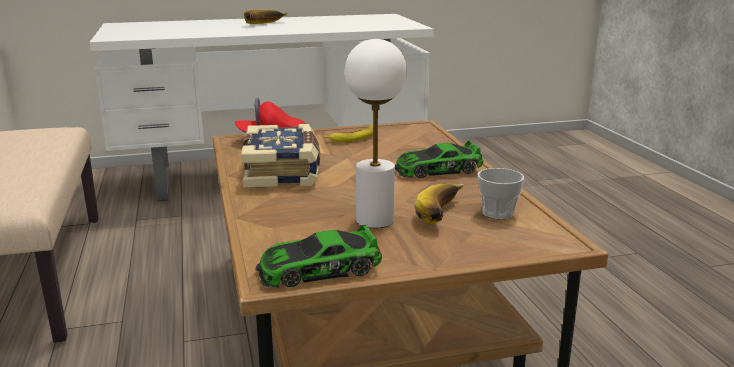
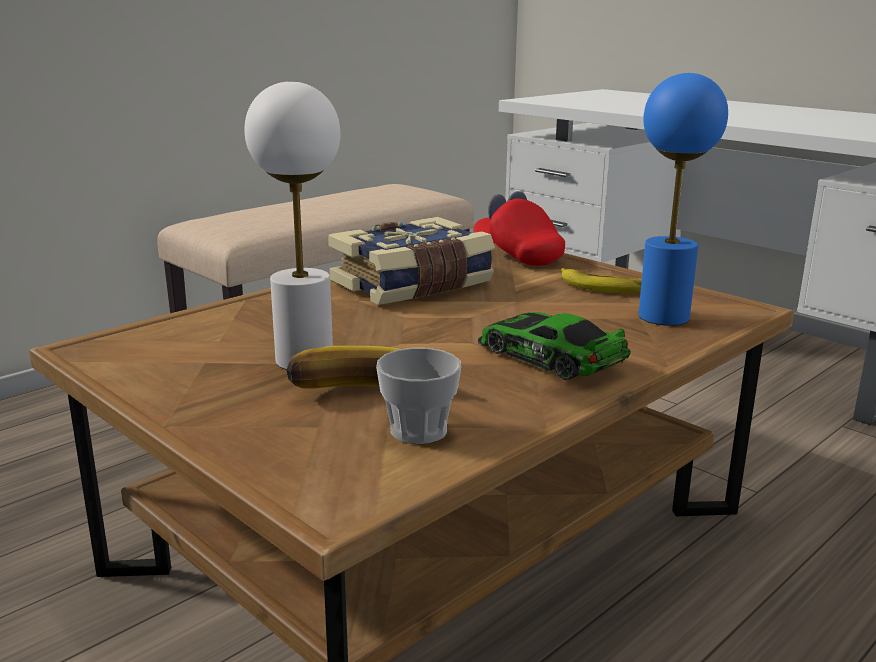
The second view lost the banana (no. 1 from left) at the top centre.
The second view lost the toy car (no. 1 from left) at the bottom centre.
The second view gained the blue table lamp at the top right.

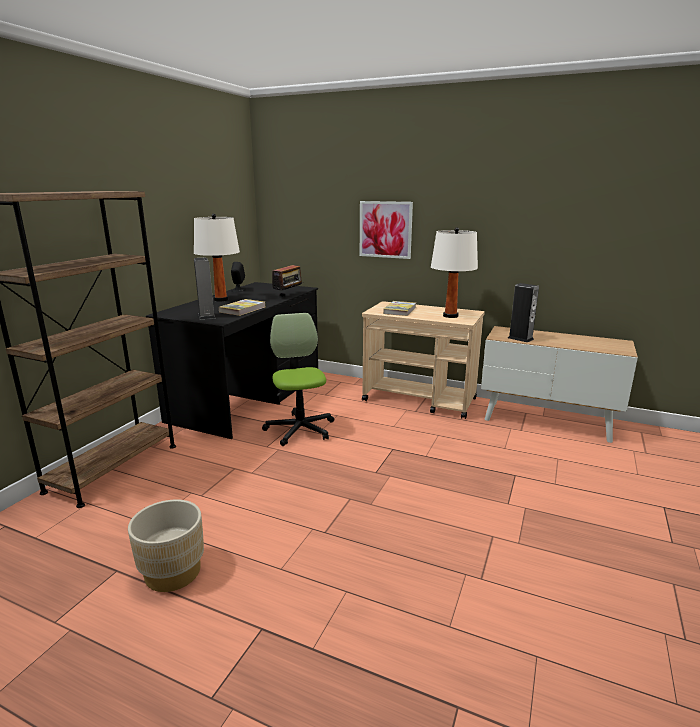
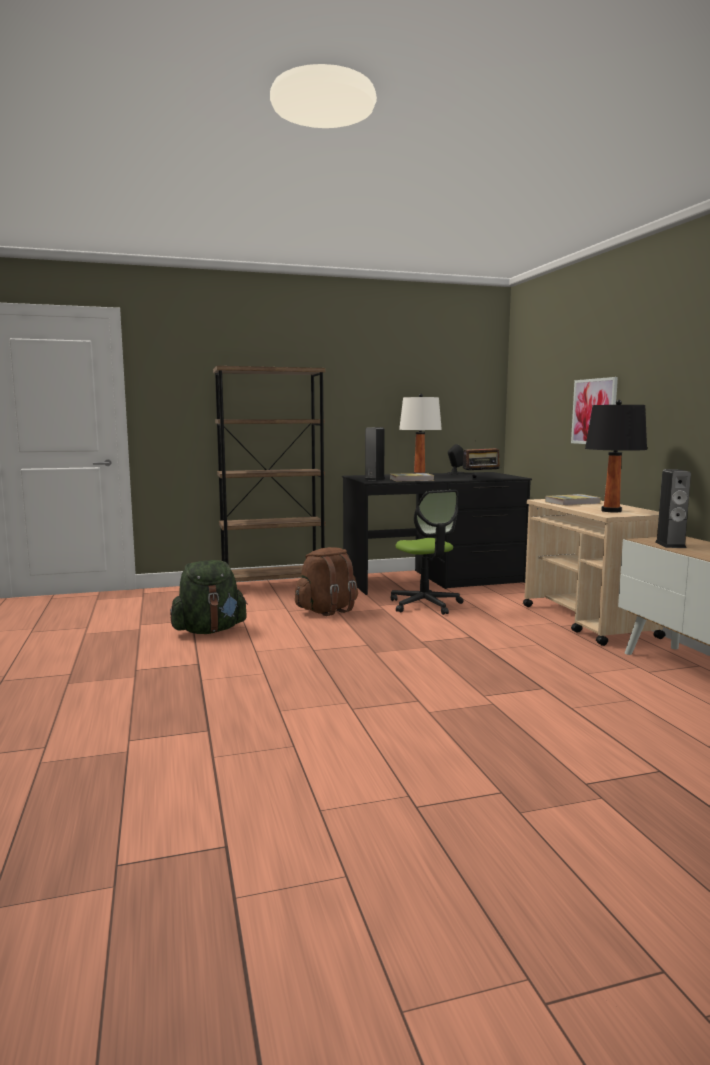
What was the white table lamp (no. 2 from left) at the centre turned into the black table lamp at the middle right.
The office chair at the centre ended up facing another way, 120 degrees clockwise from before.
Where the beige planter stood at the bottom left, the green backpack came to stand at the middle left.
The second view gained the brown backpack at the centre.

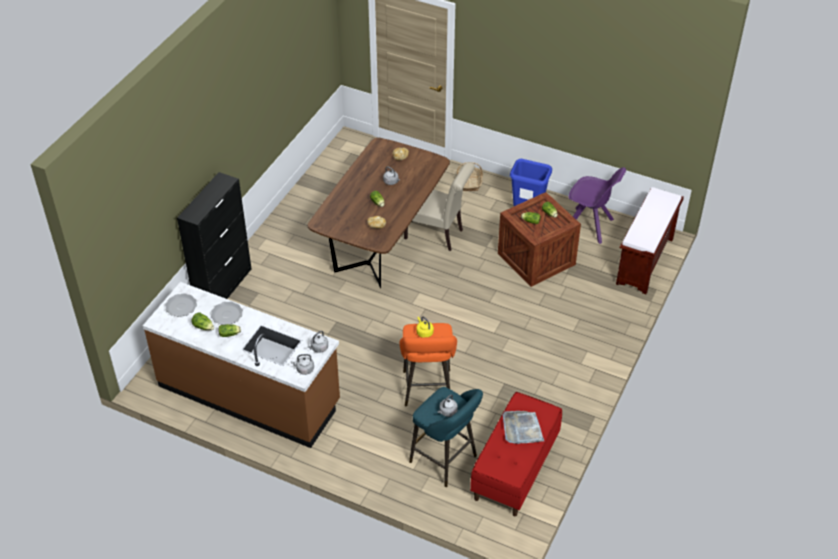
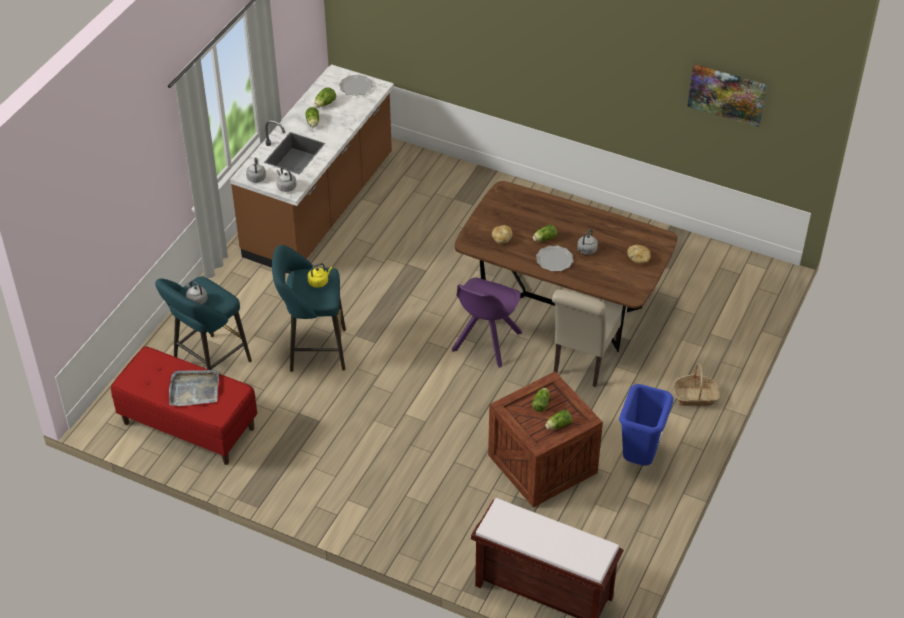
The purple chair ended up elsewhere, having gone from the middle right to the centre.
The second view lost the black cabinet at the middle left.
The plate (no. 2 from left) ended up elsewhere, having gone from the middle left to the centre.
What was the orange stool at the centre turned into the turquoise stool (no. 2 from left) at the centre.
The second view gained the picture at the top right.

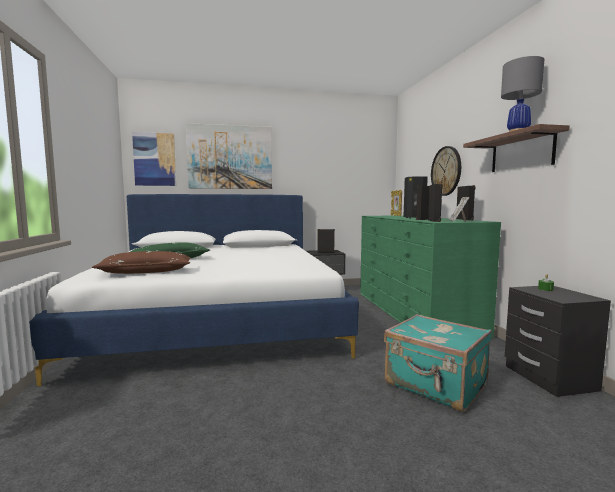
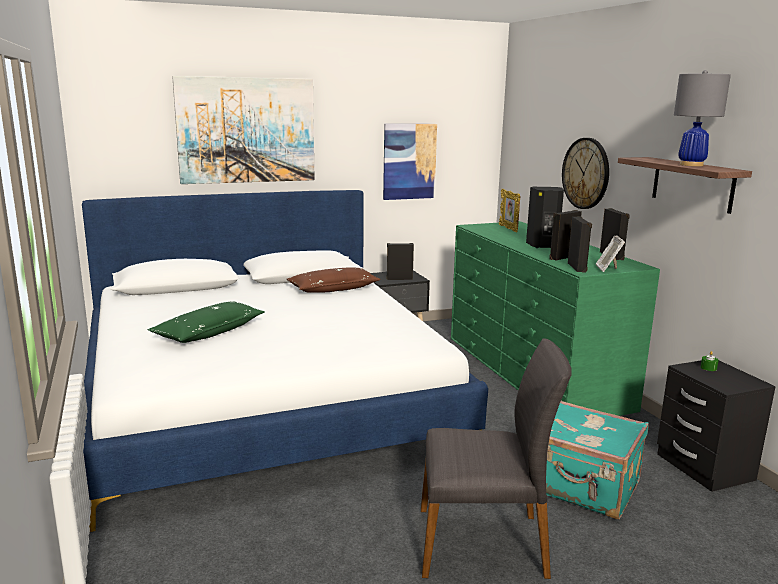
The picture (no. 1 from left in the first image) ended up elsewhere, having gone from the top left to the top centre.
The brown pillow ended up elsewhere, having gone from the middle left to the centre.
The second view gained the grey chair at the bottom centre.

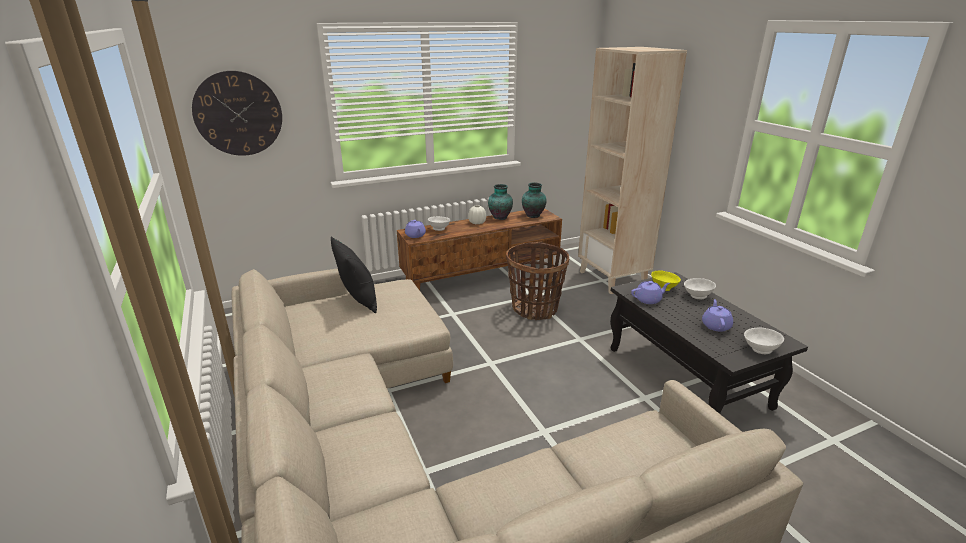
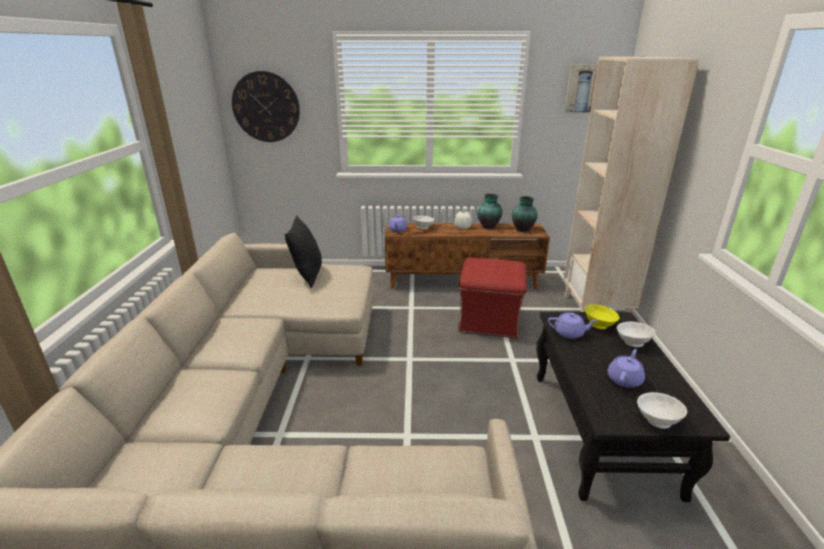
Where the basket stood at the centre, the red ottoman came to stand at the centre.
The second view gained the picture at the top right.

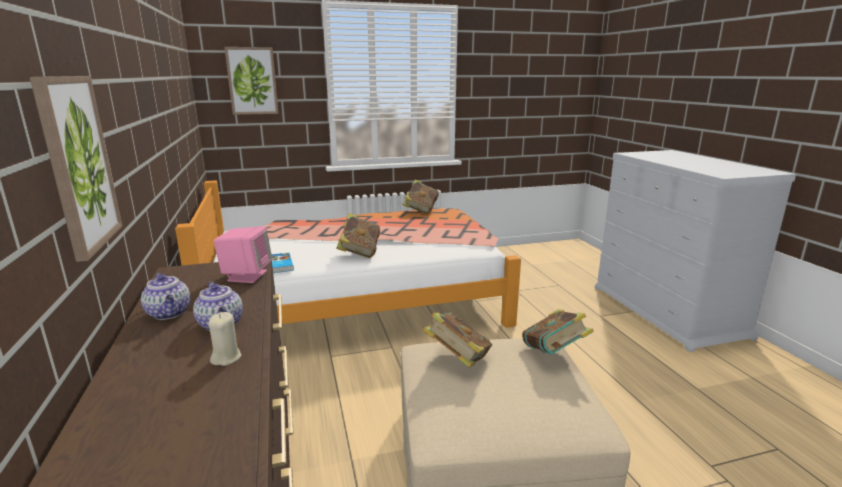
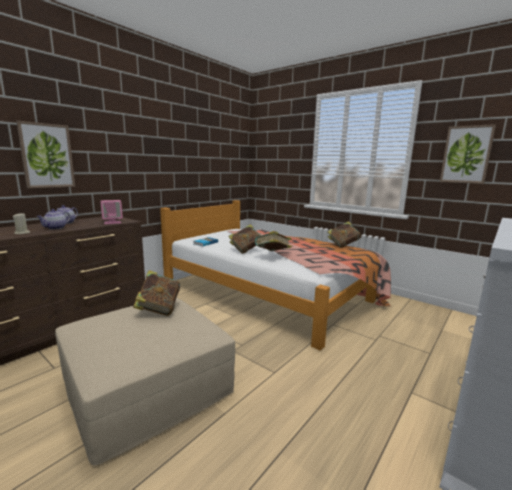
The picture (no. 2 from left) ended up elsewhere, having gone from the top left to the top right.
The book (no. 5 from left in the first image) ended up elsewhere, having gone from the bottom centre to the centre.

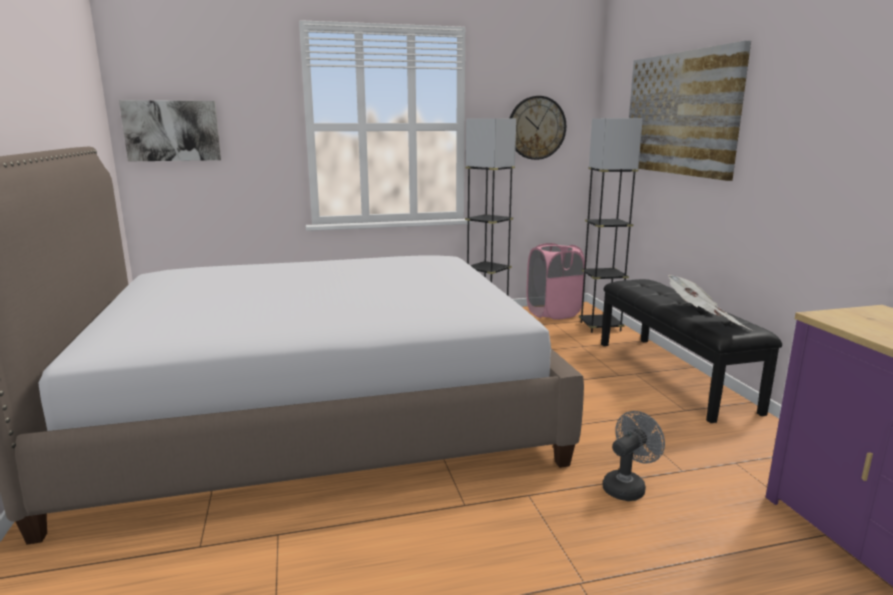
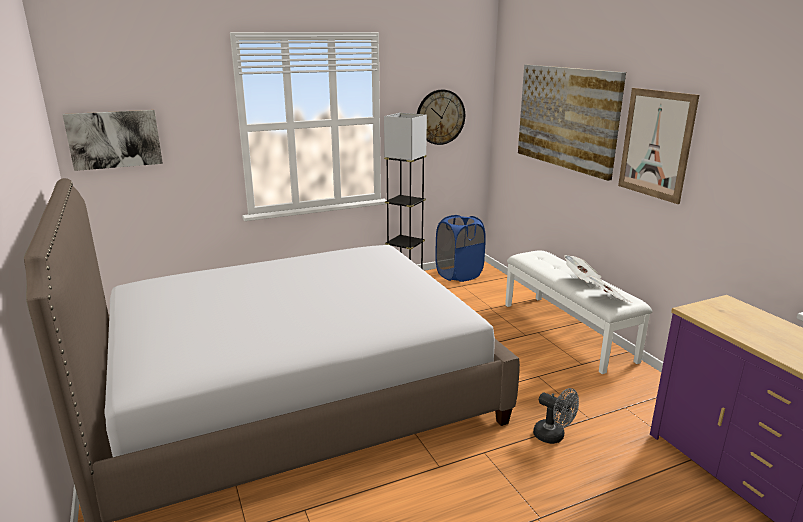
The second view lost the grey floor lamp (no. 2 from left) at the middle right.
What was the pink laundry basket at the centre turned into the blue laundry basket at the centre.
What was the black bench at the middle right turned into the white bench at the middle right.
The grey fan at the bottom right ended up facing another way, 90 degrees clockwise from before.
The second view gained the picture (no. 3 from left) at the top right.

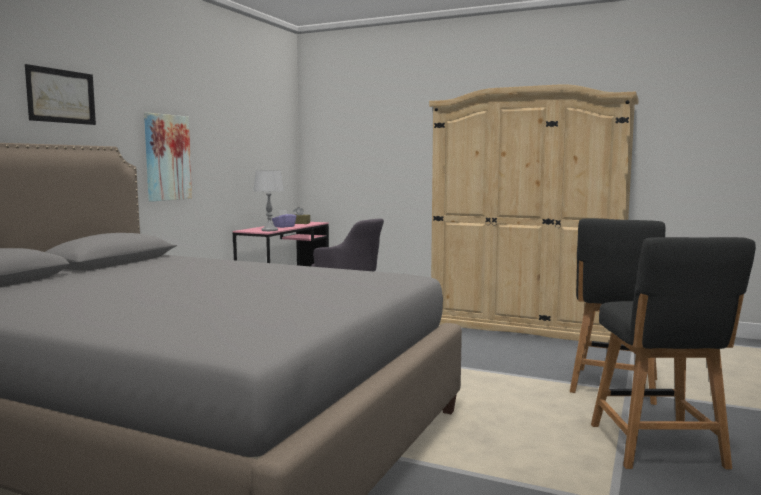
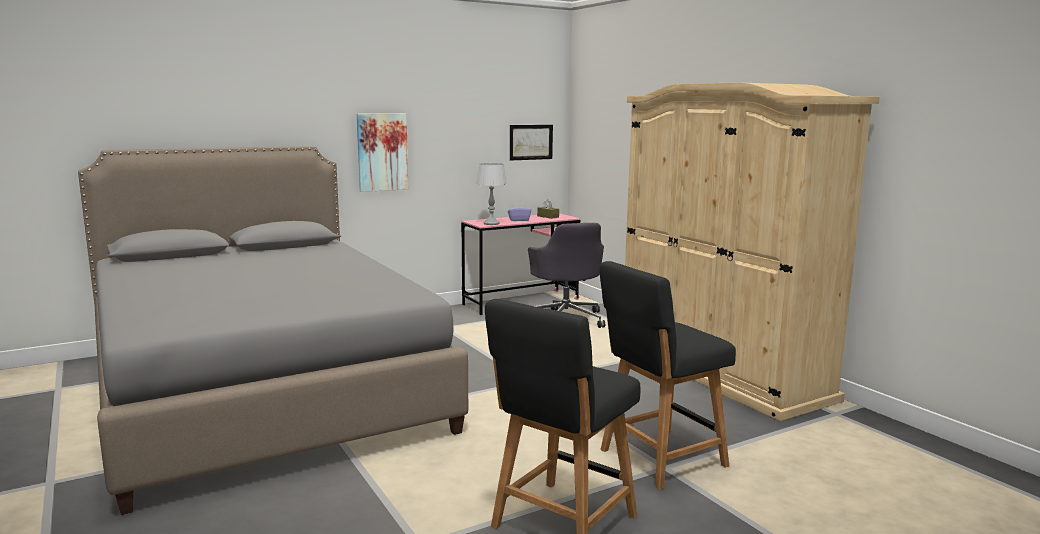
The picture (no. 1 from left in the first image) ended up elsewhere, having gone from the top left to the top centre.

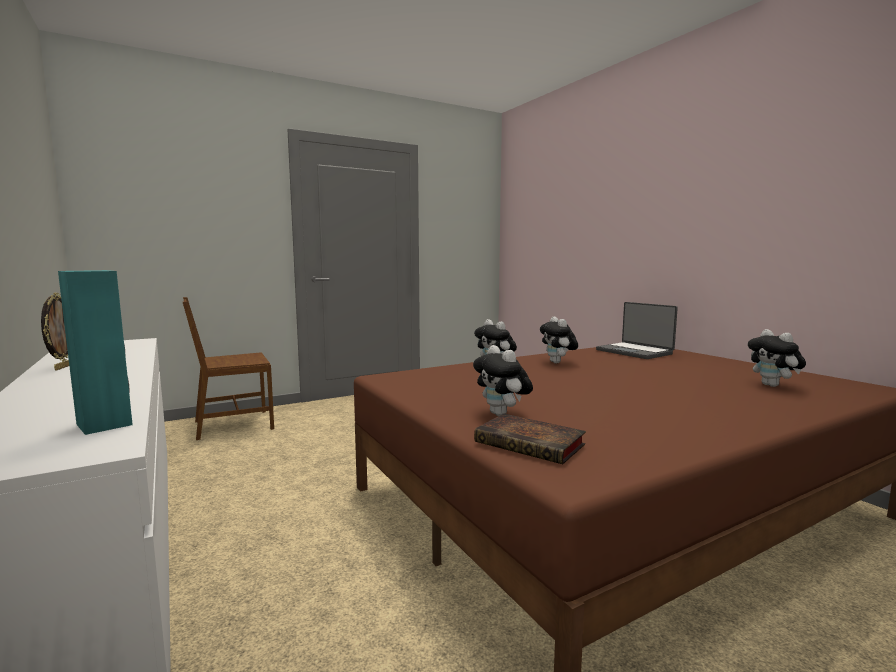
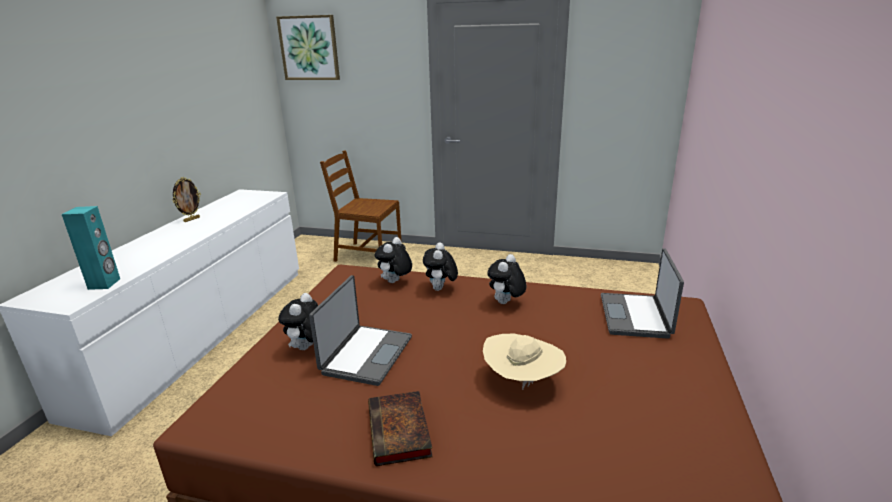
The plush toy (no. 4 from left in the first image) ended up elsewhere, having gone from the middle right to the centre.
The book ended up elsewhere, having gone from the centre to the bottom centre.
The second view gained the picture at the top centre.
The second view gained the laptop (no. 1 from left) at the centre.
The second view gained the beige hat at the bottom centre.

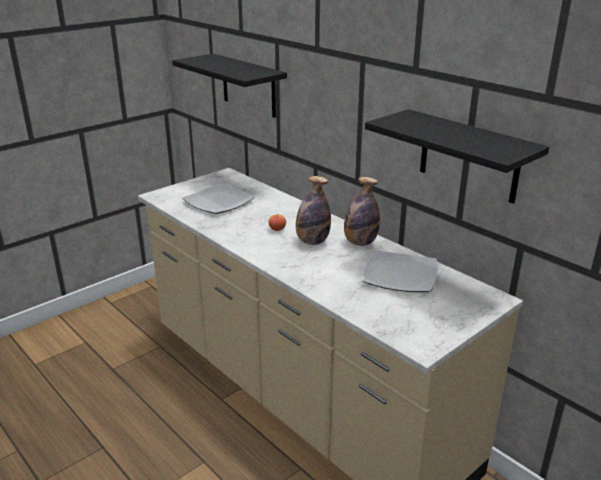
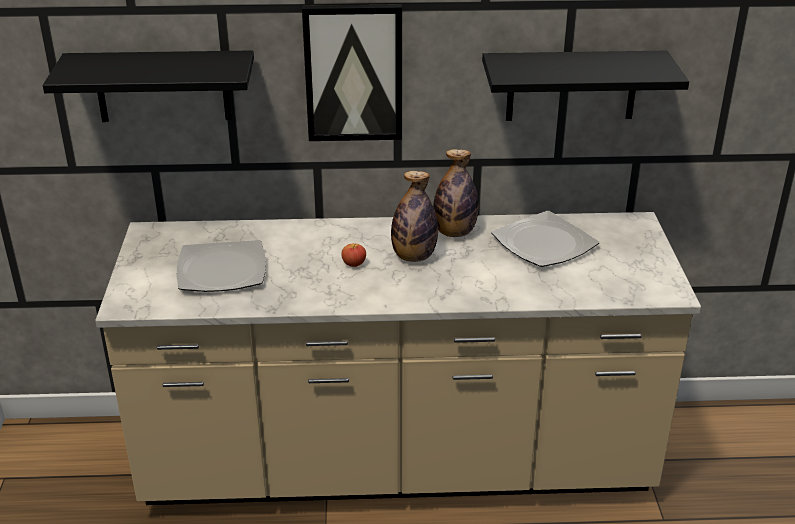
The second view gained the picture at the top centre.

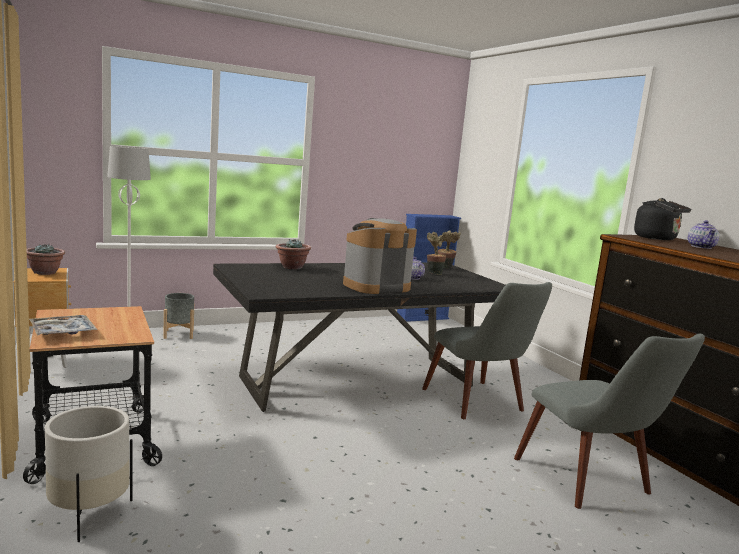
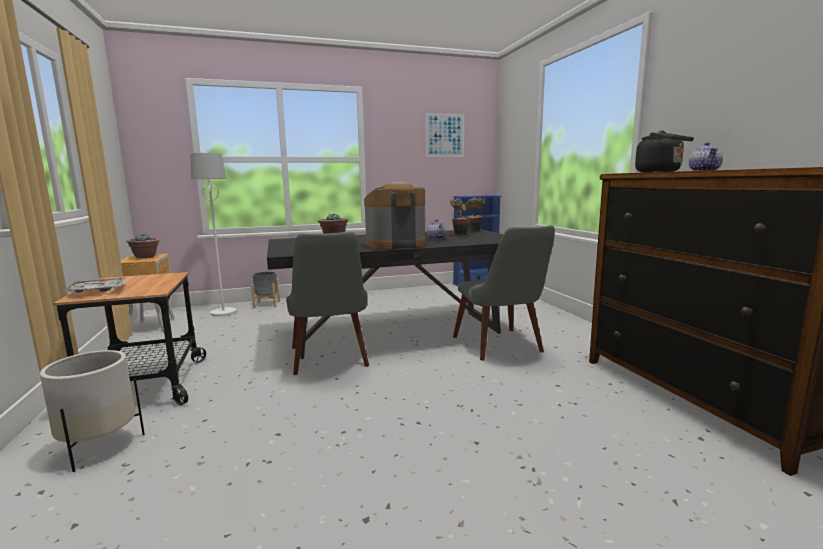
The grey chair (no. 2 from left in the first image) ended up elsewhere, having gone from the bottom right to the centre.
The second view gained the picture at the top centre.

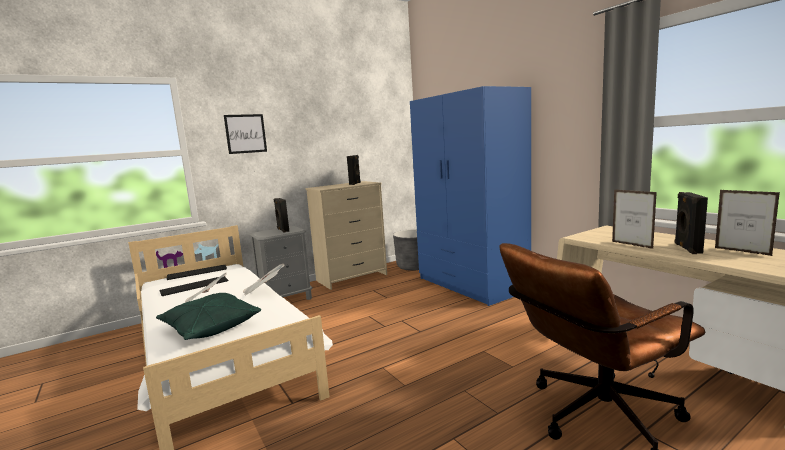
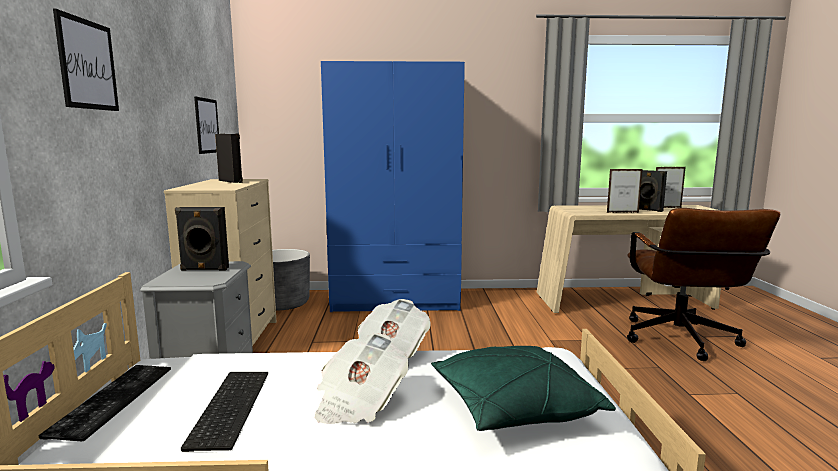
The second view gained the picture (no. 2 from left) at the top left.

